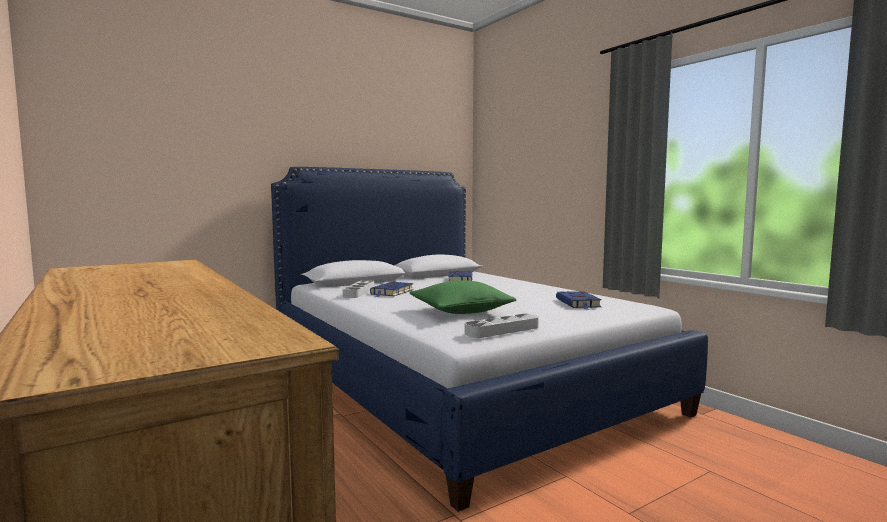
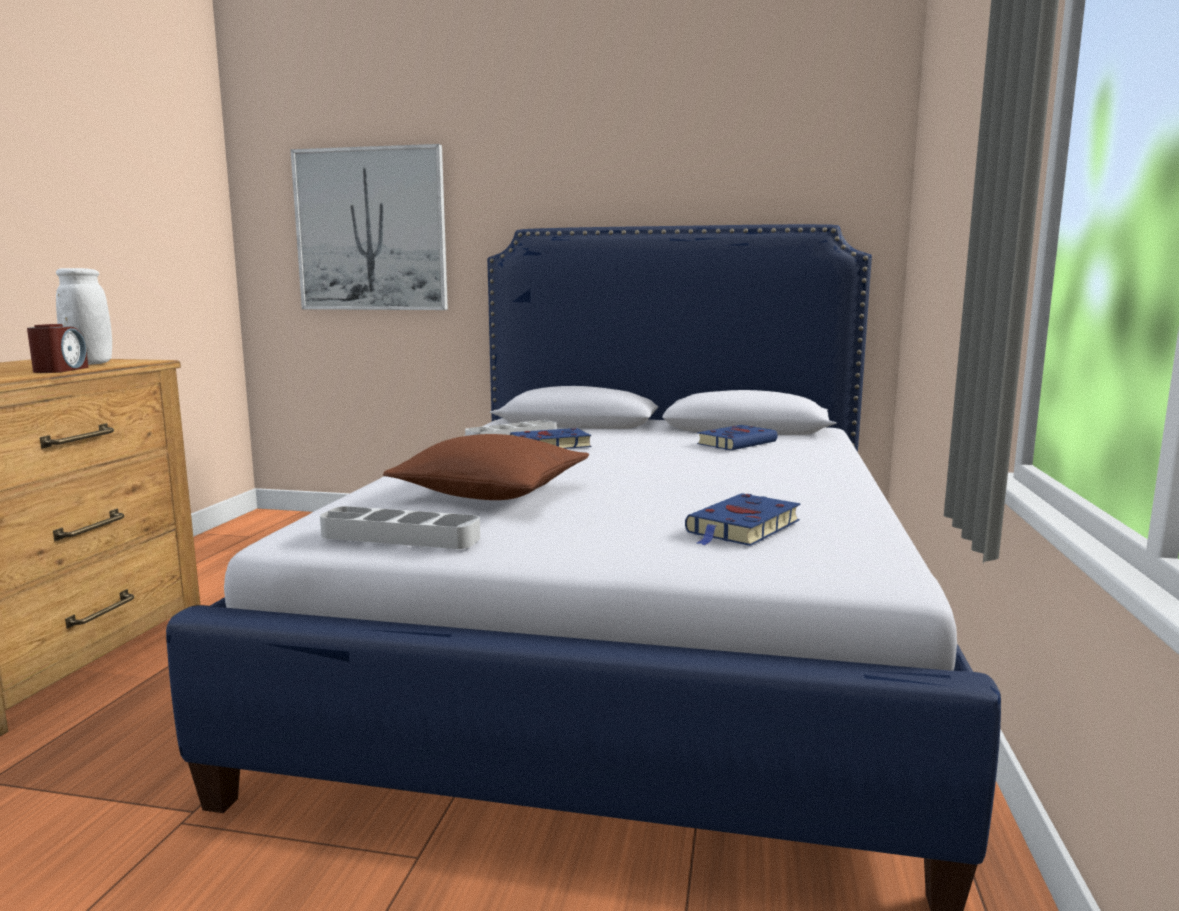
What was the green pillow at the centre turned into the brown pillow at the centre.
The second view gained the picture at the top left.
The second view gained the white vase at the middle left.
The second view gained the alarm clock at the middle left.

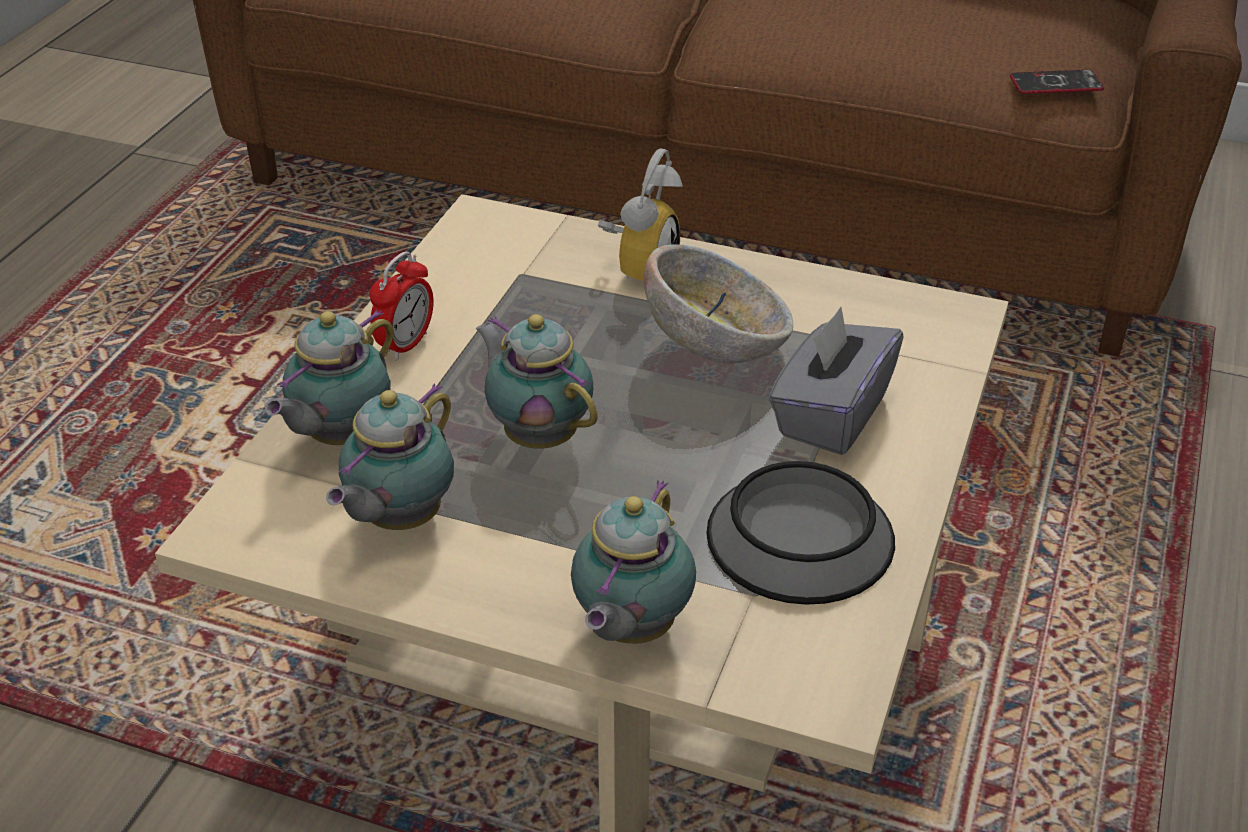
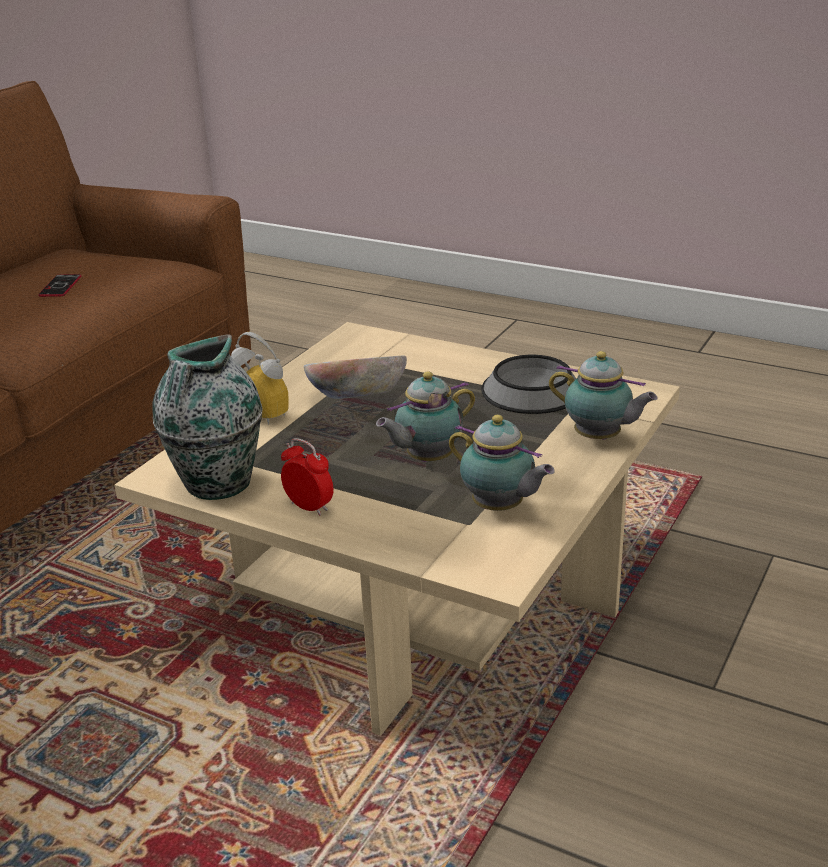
The phone ended up elsewhere, having gone from the top right to the top left.
The second view lost the grey tissue box at the middle right.
The second view lost the teapot (no. 1 from left) at the middle left.
The second view gained the vase at the middle left.

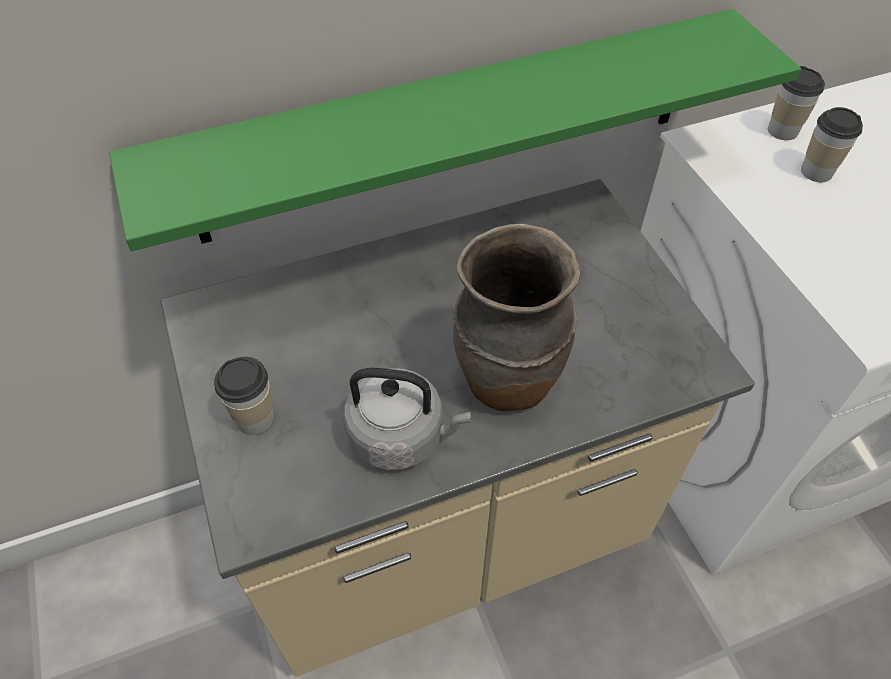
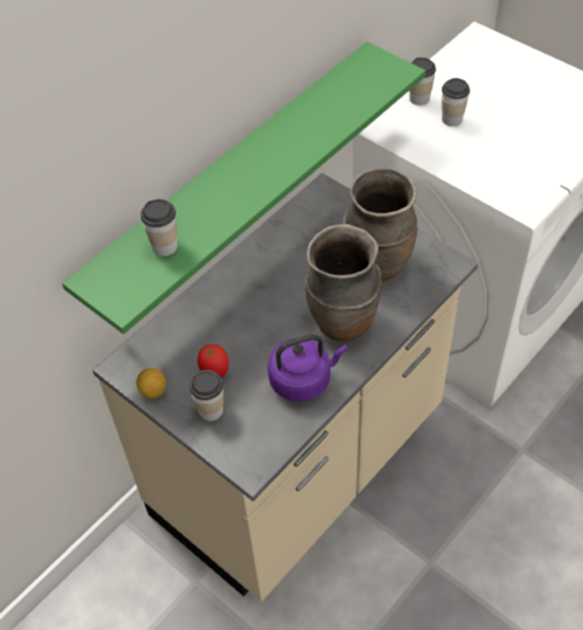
What was the grey kettle at the centre turned into the purple kettle at the centre.
The second view gained the brown vase (no. 2 from left) at the centre.
The second view gained the cup (no. 1 from left) at the middle left.
The second view gained the tomato at the centre.
The second view gained the lemon at the middle left.

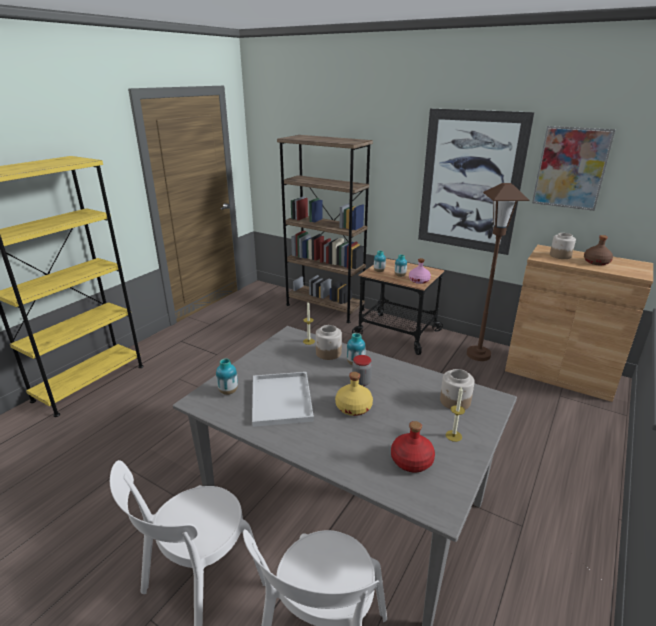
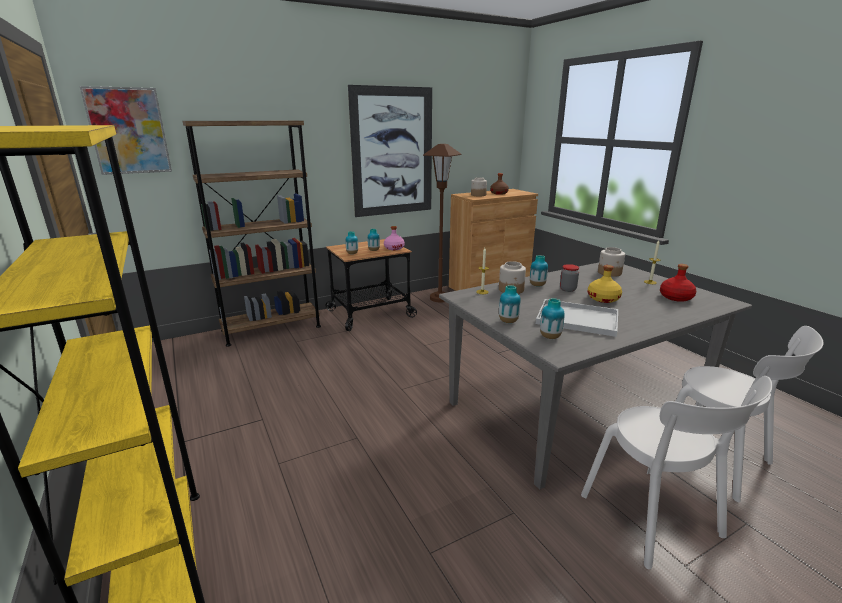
The picture (no. 2 from left in the first image) ended up elsewhere, having gone from the top right to the top left.
The second view gained the vase (no. 3 from left) at the centre.

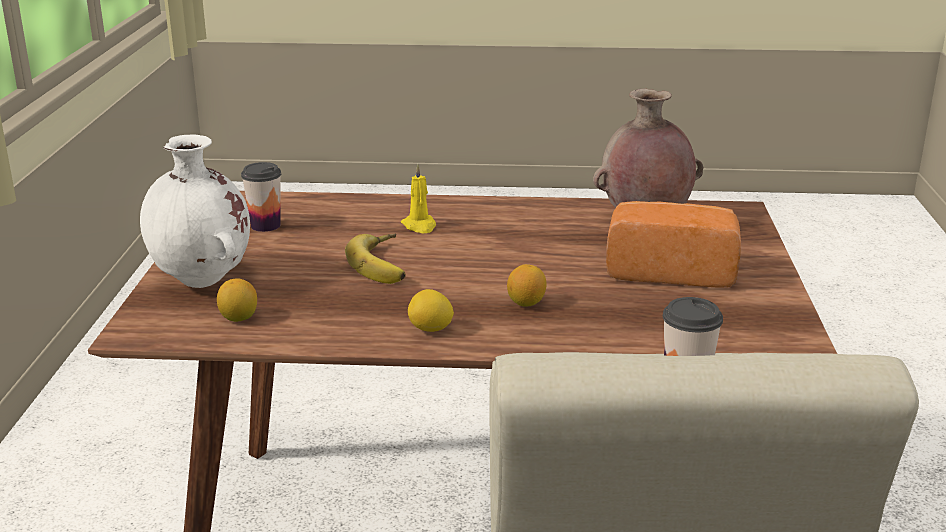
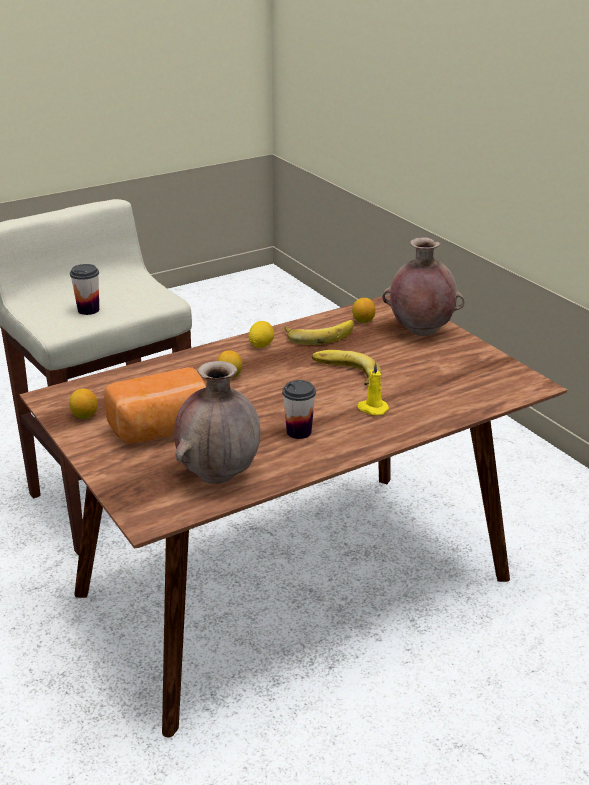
What was the white vase at the middle left turned into the brown vase (no. 2 from left) at the middle right.
The cup (no. 1 from left in the first image) ended up elsewhere, having gone from the middle left to the centre.
The second view gained the banana (no. 1 from left) at the centre.
The second view gained the lemon (no. 1 from left) at the middle left.

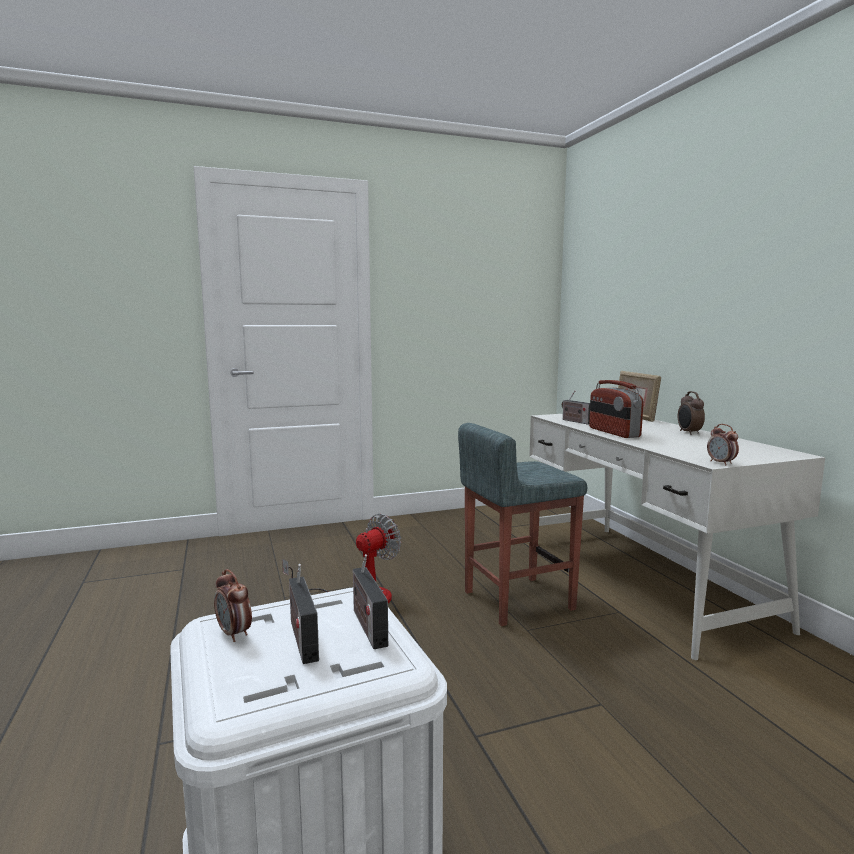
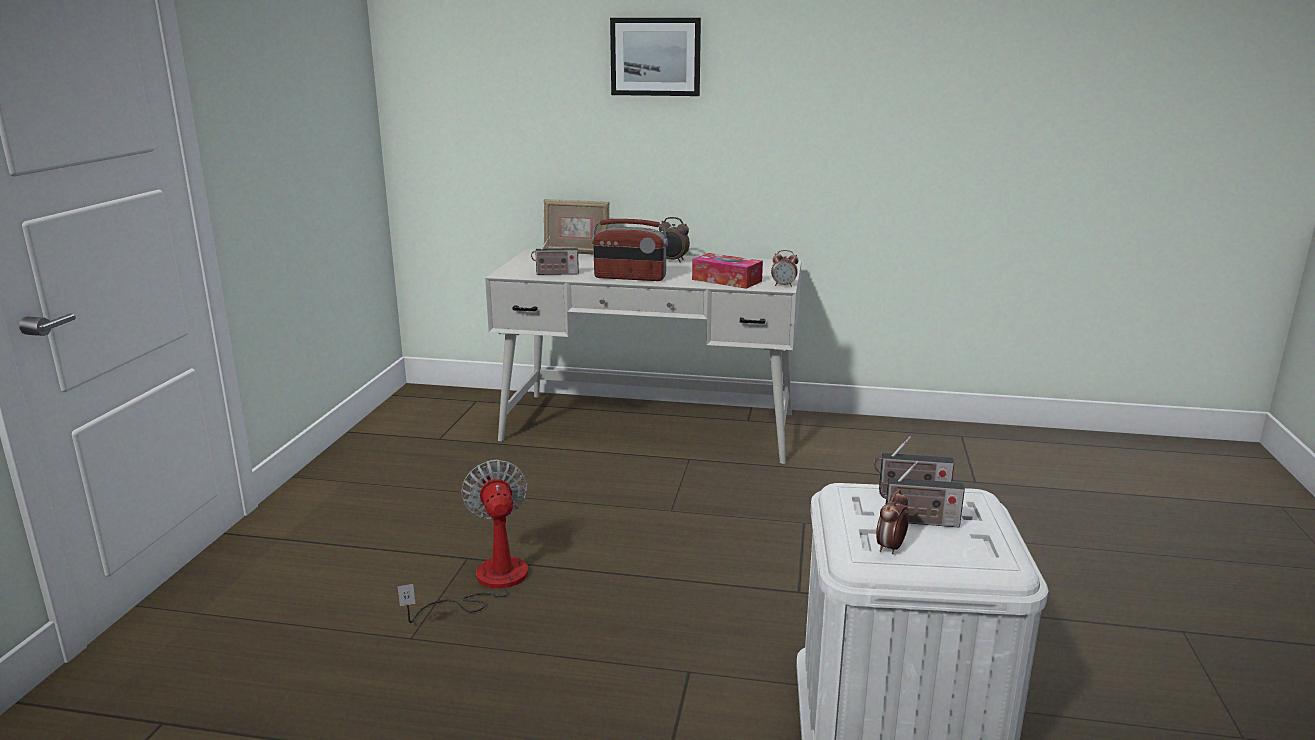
The second view lost the grey stool at the centre.
The alarm clock (no. 1 from left in the first image) at the bottom left ended up facing another way, 135 degrees clockwise from before.
The second view gained the picture at the top centre.
The second view gained the tissue box at the centre.

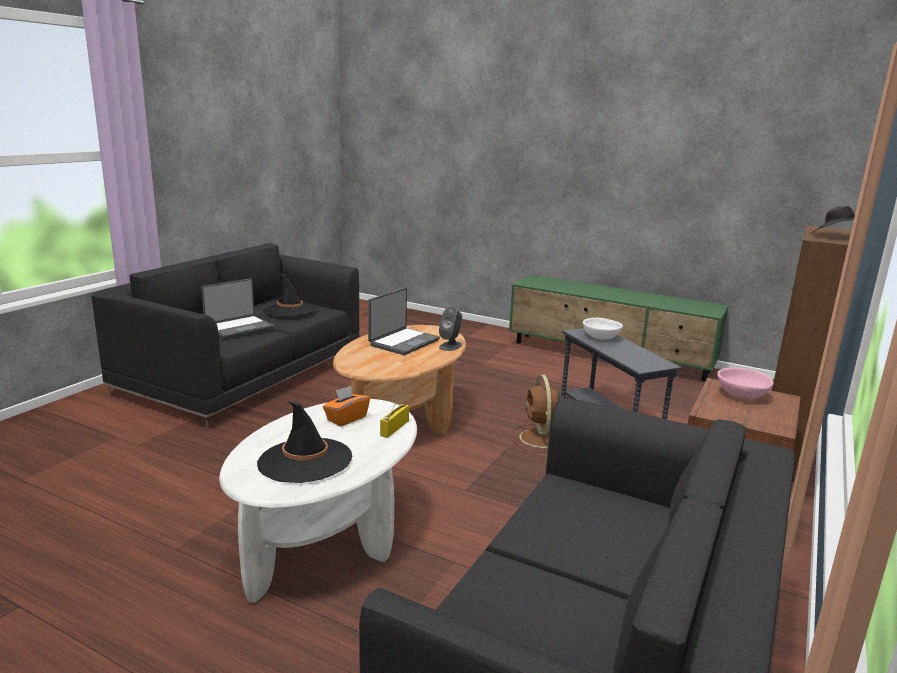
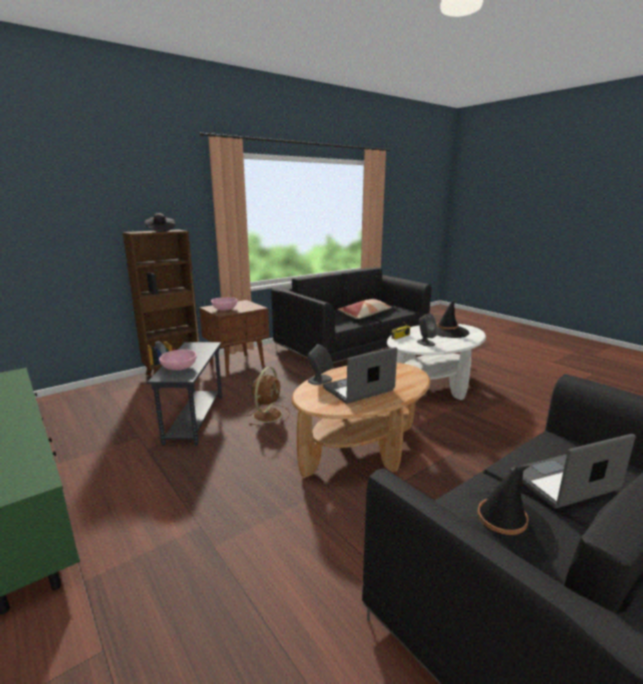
What was the white bowl at the middle right turned into the pink bowl (no. 1 from left) at the middle left.
Where the orange tissue box stood at the centre, the grey speaker (no. 2 from left) came to stand at the centre.
The second view gained the pillow at the centre.

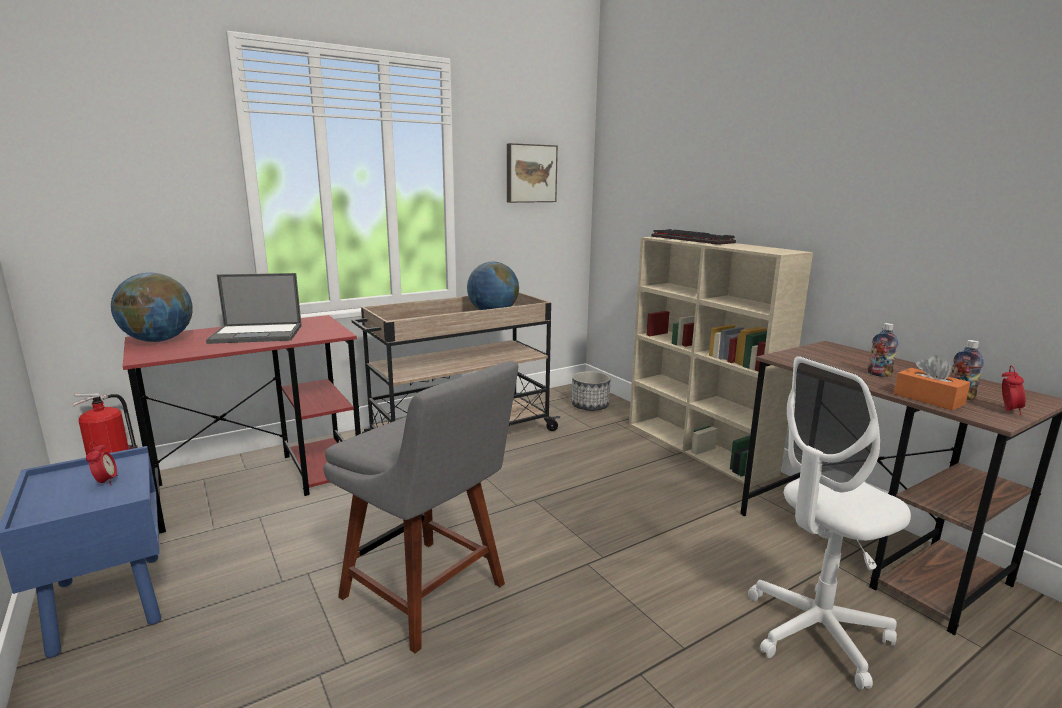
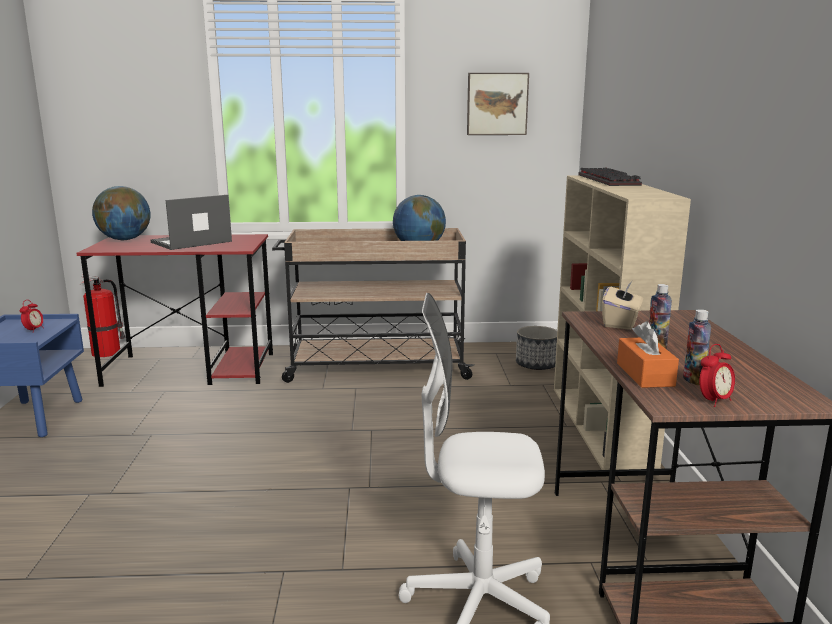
The laptop at the middle left ended up facing another way, 120 degrees clockwise from before.
The second view lost the grey chair at the bottom centre.
The second view gained the beige tissue box at the middle right.

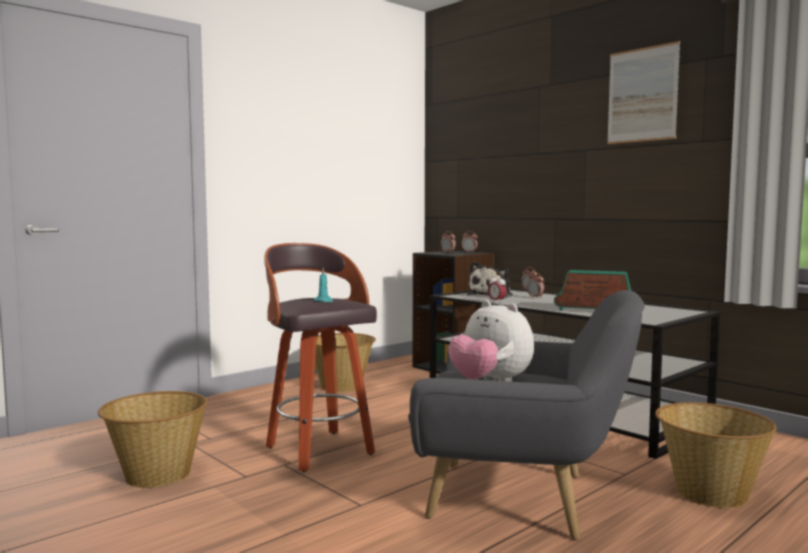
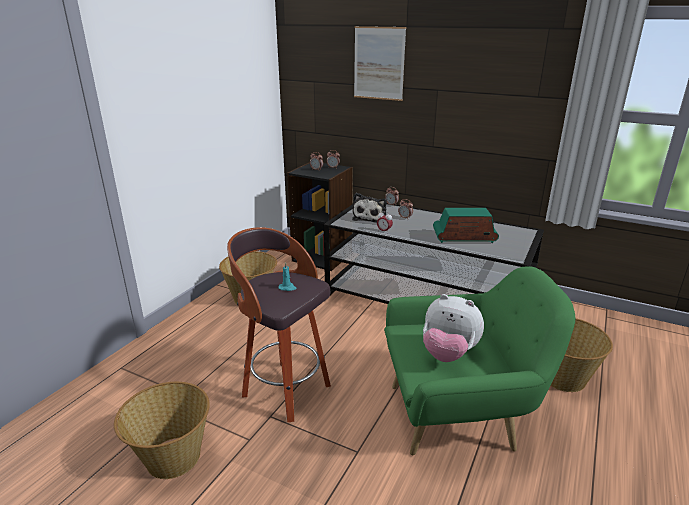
The picture ended up elsewhere, having gone from the top right to the top centre.
What was the grey armchair at the bottom centre turned into the green armchair at the bottom right.

